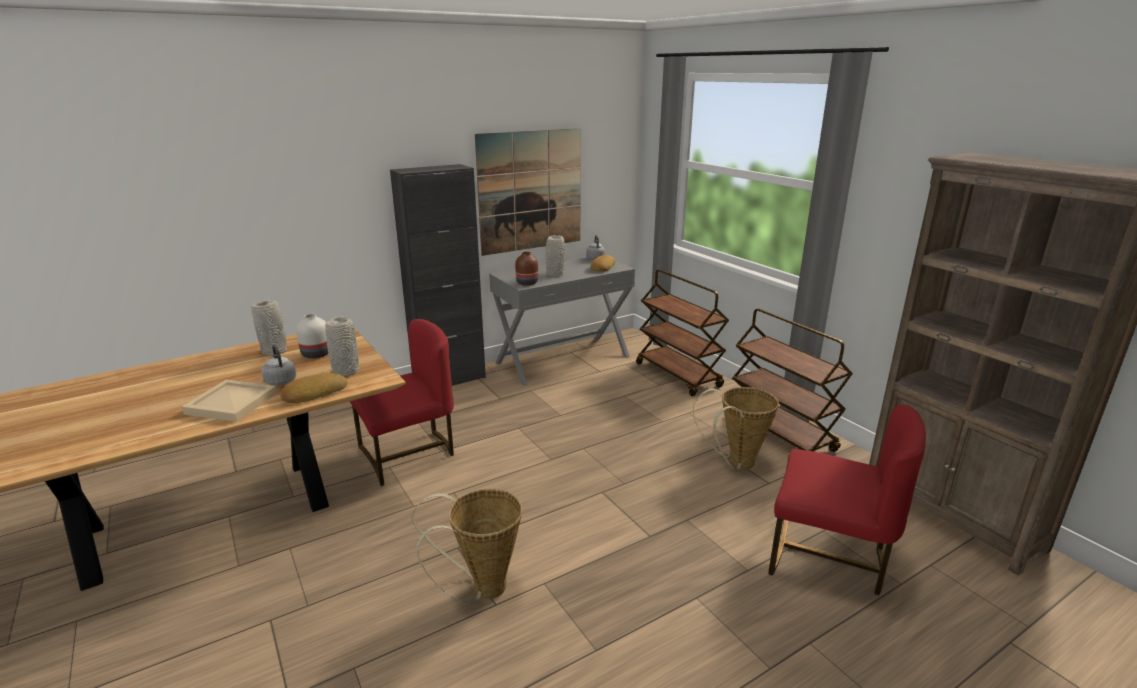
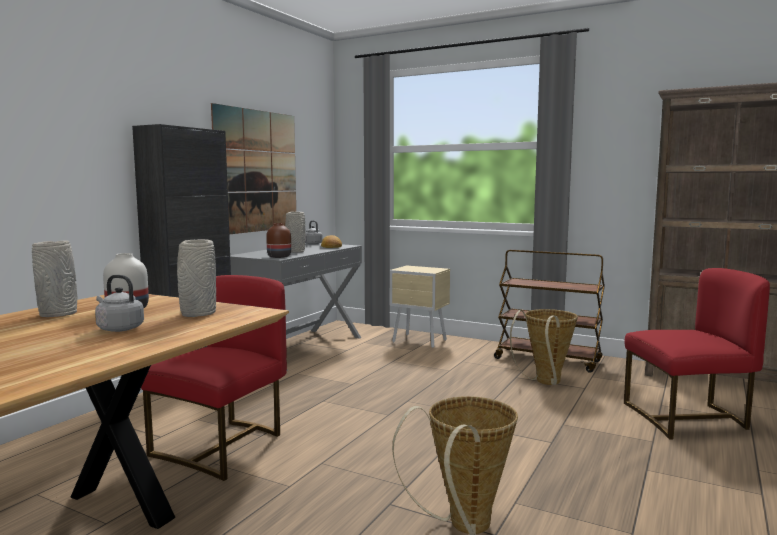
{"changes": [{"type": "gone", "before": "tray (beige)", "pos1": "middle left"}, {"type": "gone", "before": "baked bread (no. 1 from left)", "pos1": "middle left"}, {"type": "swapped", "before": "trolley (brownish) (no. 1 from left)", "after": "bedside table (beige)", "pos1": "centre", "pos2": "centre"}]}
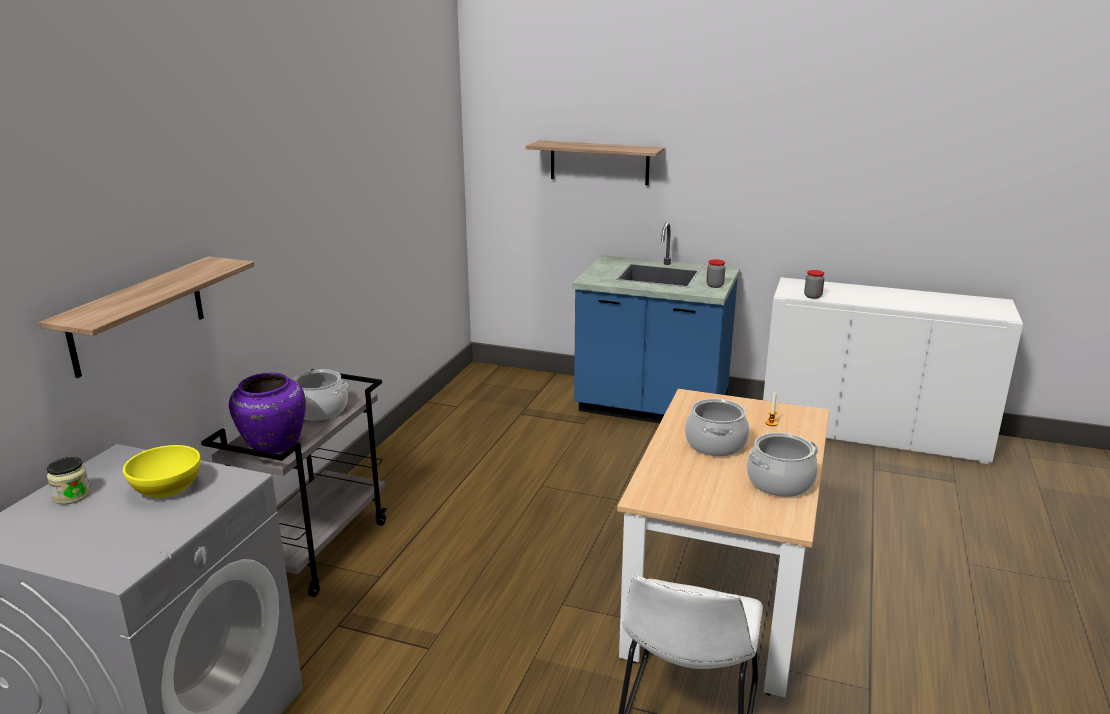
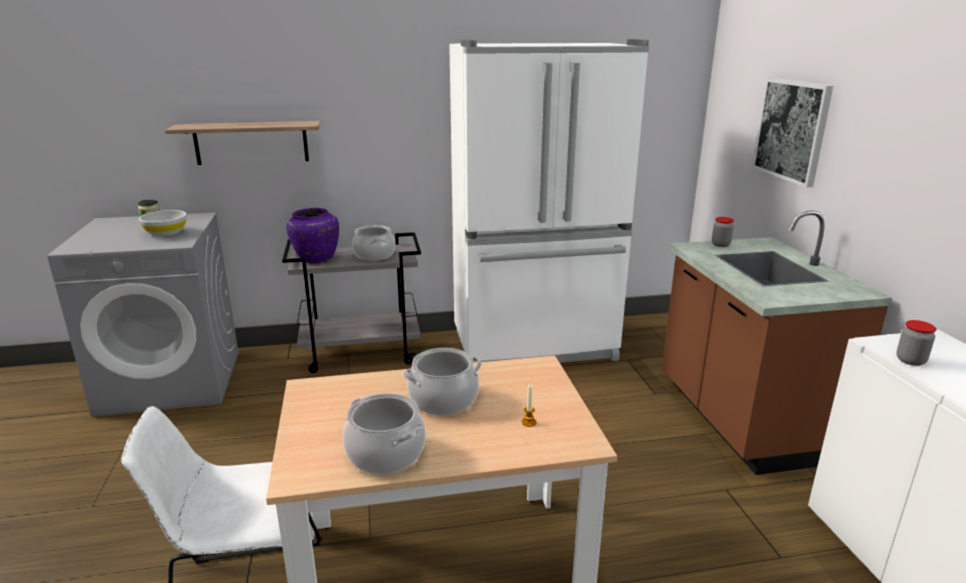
{"changes": [{"type": "new", "after": "kitchen fridge (white-coloured)", "pos2": "centre"}, {"type": "shifted", "before": "storage jar (no. 2 from left)", "pos1": "centre", "pos2": "middle right"}, {"type": "swapped", "before": "wall shelf (no. 2 from left)", "after": "picture", "pos1": "top centre", "pos2": "top right"}, {"type": "repainted", "before": "deep dish (yellow-coloured)", "after": "deep dish (white-coloured)", "pos1": "middle left", "pos2": "middle left"}, {"type": "repainted", "before": "kitchen counter (bluish)", "after": "kitchen counter (brownish)", "pos1": "centre", "pos2": "middle right"}]}
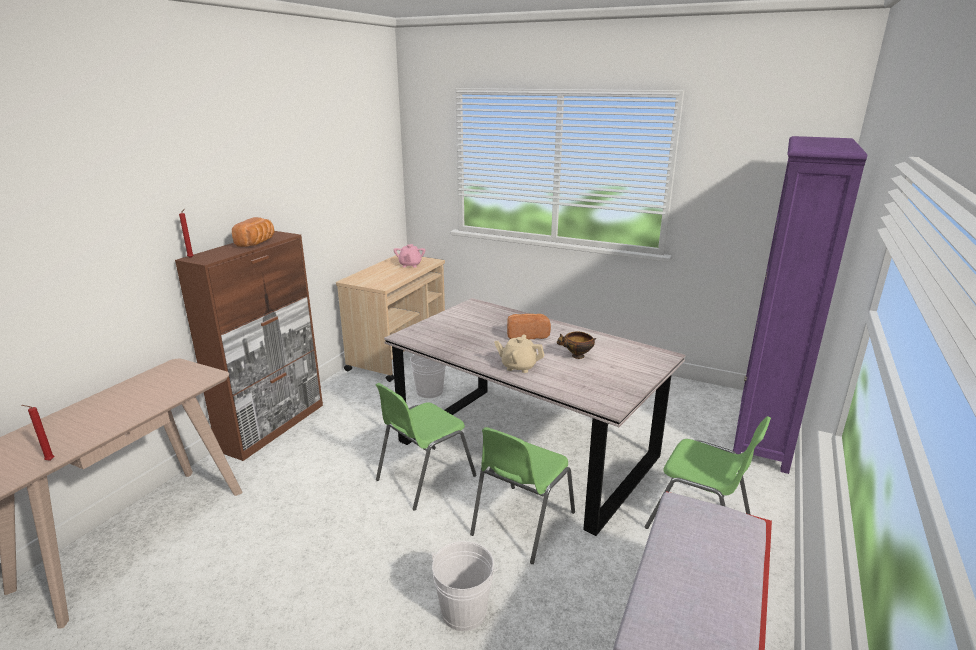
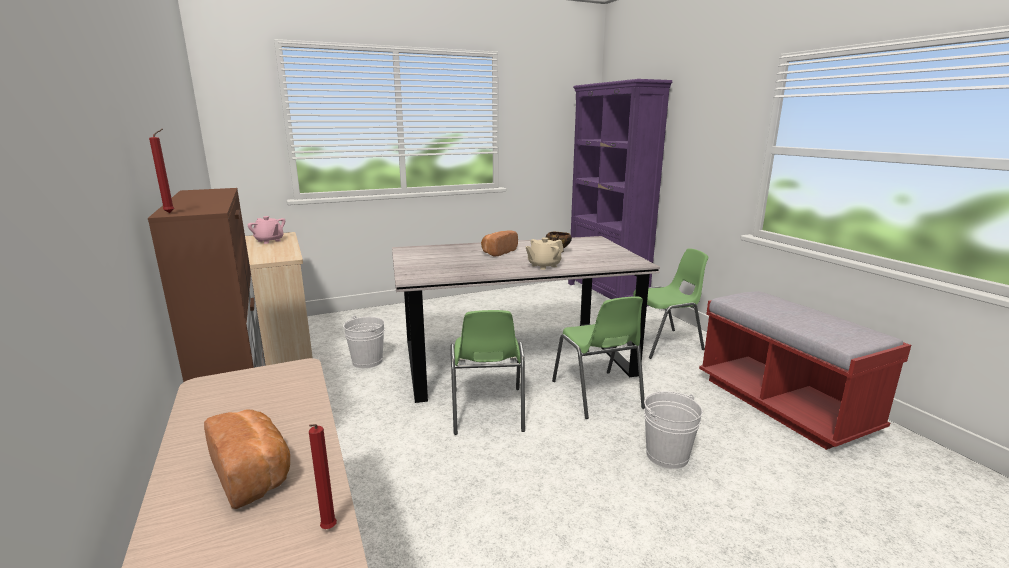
{"changes": [{"type": "shifted", "before": "baked bread (no. 1 from left)", "pos1": "middle left", "pos2": "bottom left"}]}
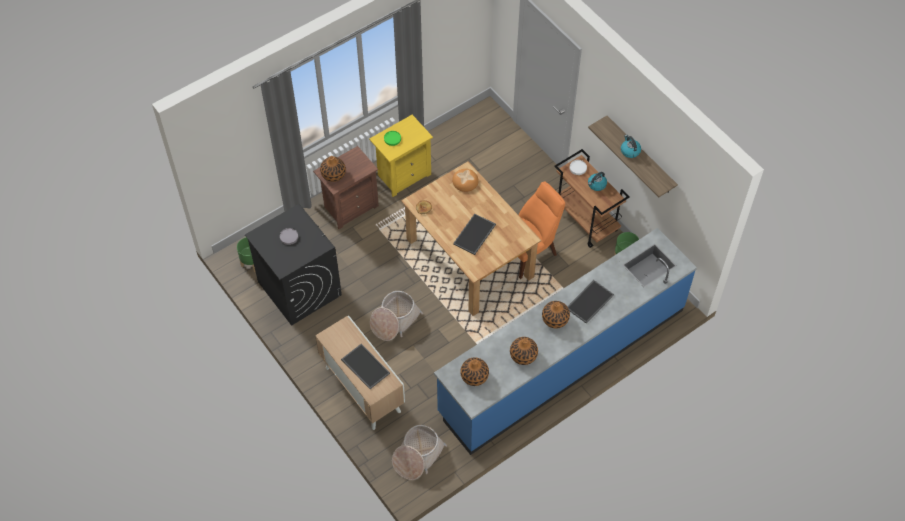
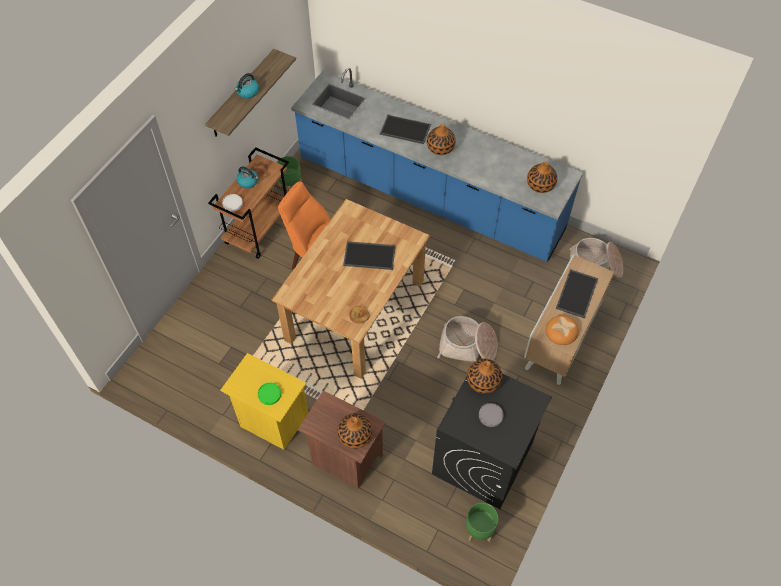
{"changes": [{"type": "shifted", "before": "baked bread (no. 2 from left)", "pos1": "centre", "pos2": "middle right"}, {"type": "shifted", "before": "vase (no. 3 from left)", "pos1": "bottom centre", "pos2": "centre"}]}
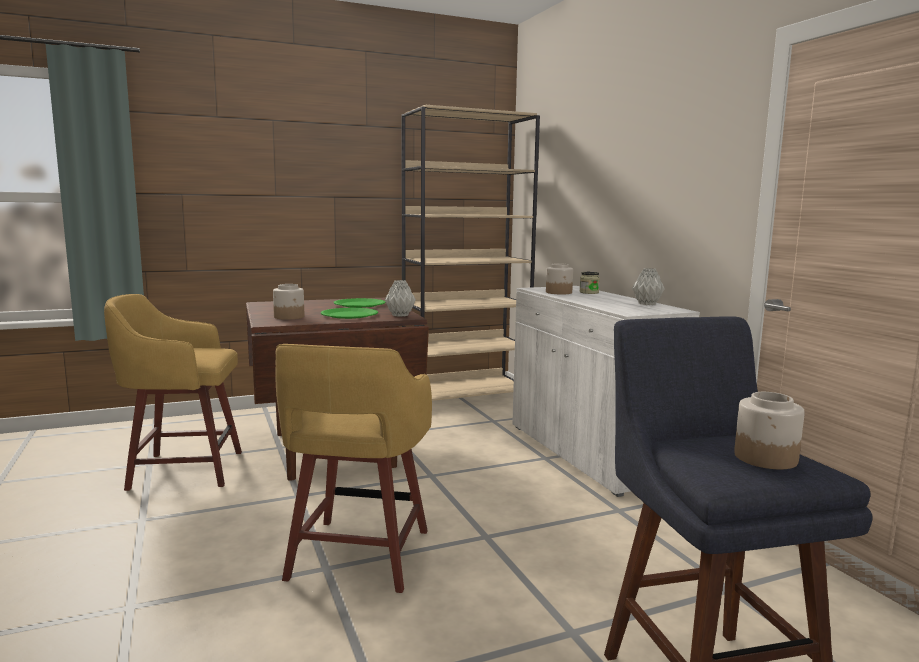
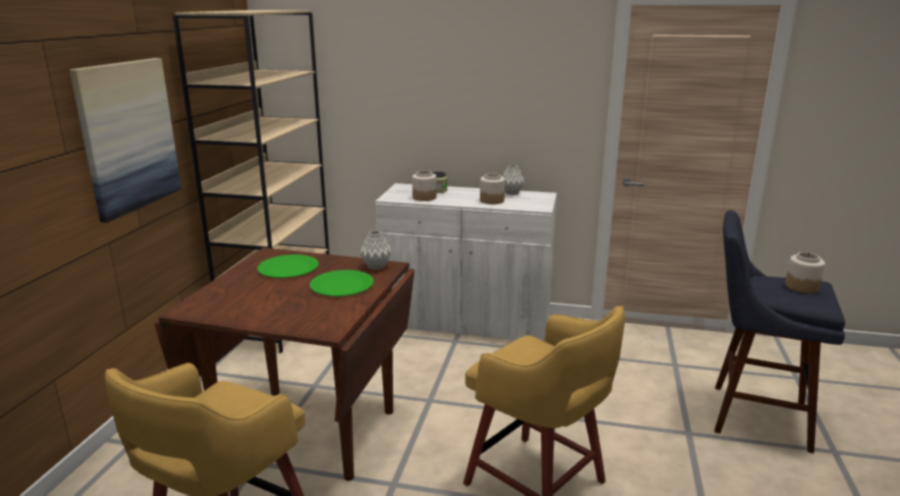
{"changes": [{"type": "new", "after": "picture", "pos2": "top left"}, {"type": "shifted", "before": "storage jar (no. 1 from left in the first image)", "after": "storage jar (no. 3 from left)", "pos1": "middle left", "pos2": "centre"}]}
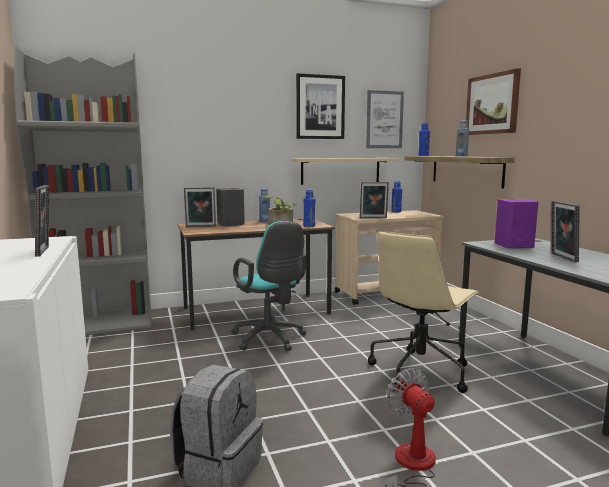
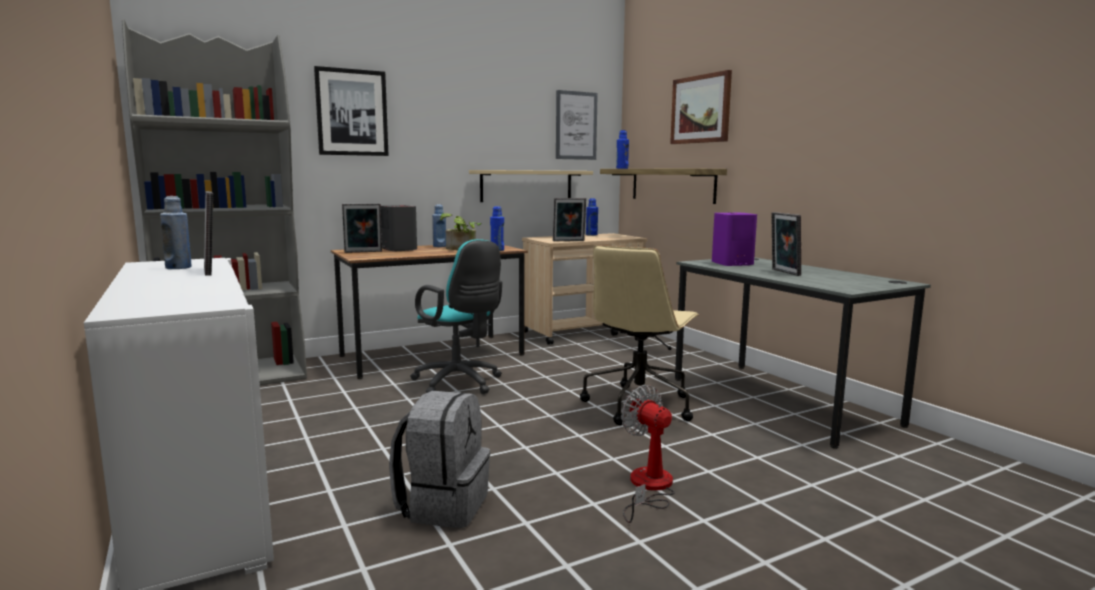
{"changes": [{"type": "shifted", "before": "picture (no. 1 from left)", "pos1": "top centre", "pos2": "top left"}, {"type": "shifted", "before": "beverage bottle (bluish) (no. 5 from left in the first image)", "after": "beverage bottle (bluish) (no. 1 from left)", "pos1": "top right", "pos2": "middle left"}]}
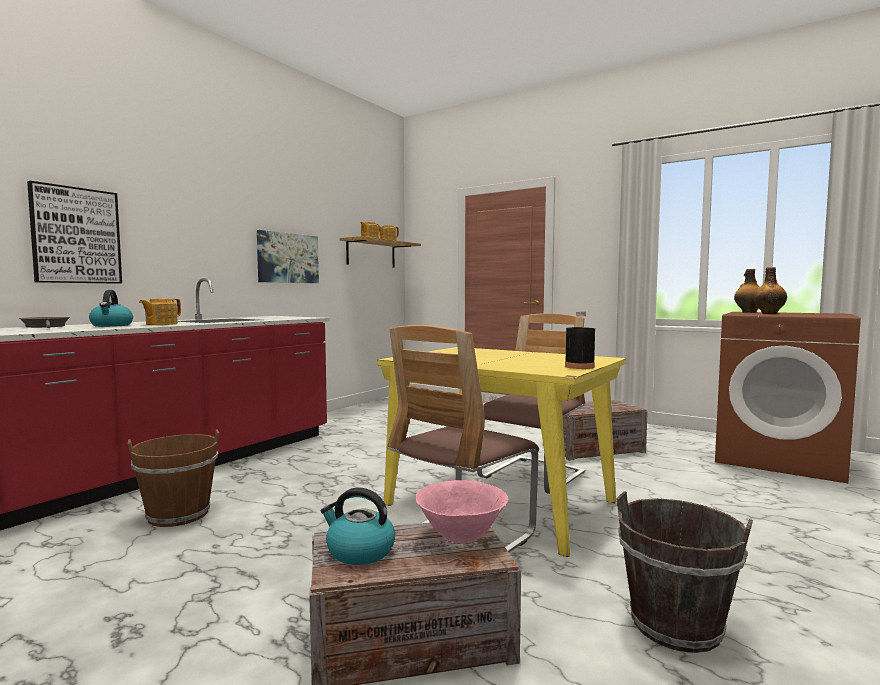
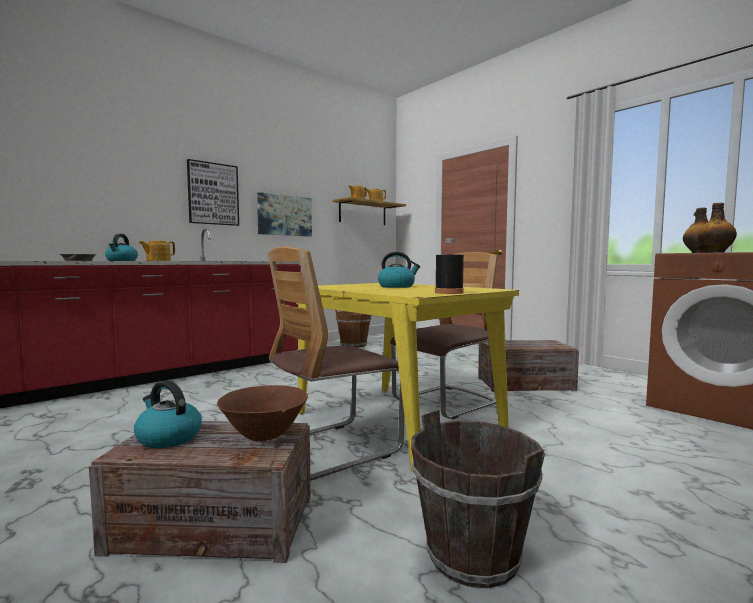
{"changes": [{"type": "new", "after": "tea kettle (no. 3 from left)", "pos2": "centre"}, {"type": "shifted", "before": "picture (no. 1 from left)", "pos1": "middle left", "pos2": "top left"}, {"type": "shifted", "before": "pail (brownish) (no. 1 from left)", "pos1": "bottom left", "pos2": "centre"}, {"type": "repainted", "before": "deep dish (pink-coloured)", "after": "deep dish (brownish)", "pos1": "bottom centre", "pos2": "bottom centre"}]}
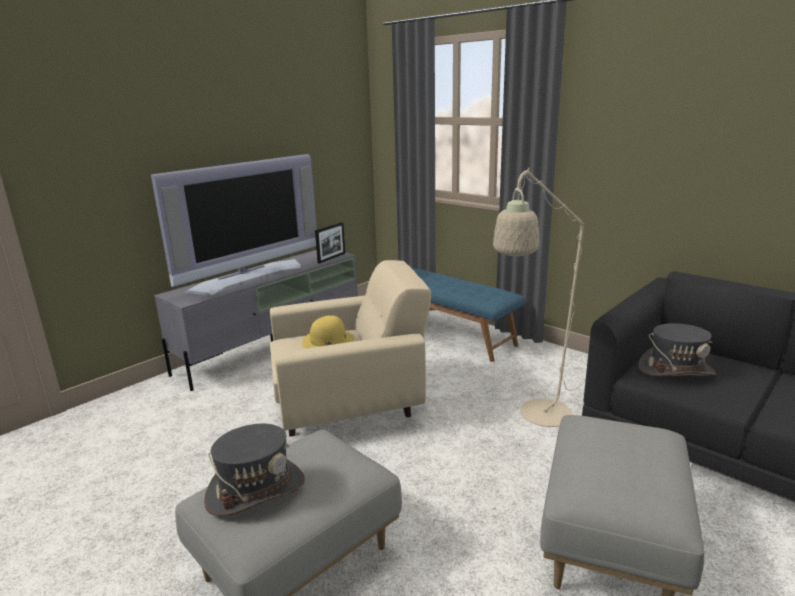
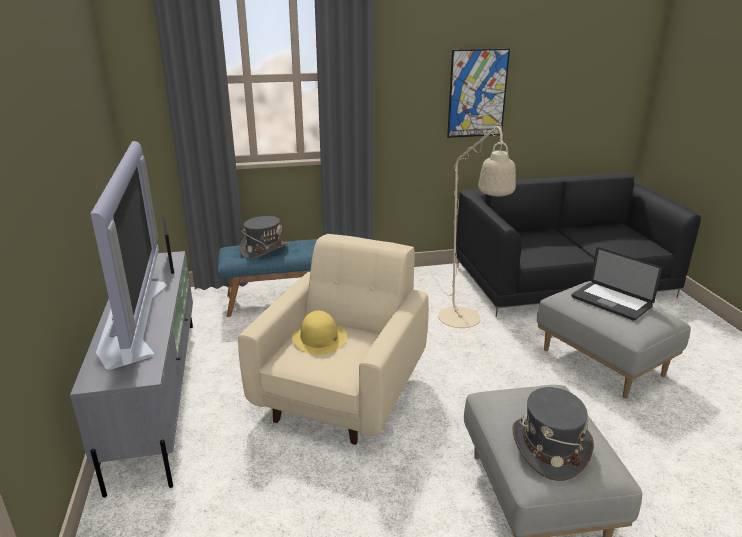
{"changes": [{"type": "new", "after": "picture", "pos2": "top centre"}, {"type": "new", "after": "portable computer", "pos2": "middle right"}, {"type": "shifted", "before": "hat (gray) (no. 2 from left in the first image)", "after": "hat (gray) (no. 1 from left)", "pos1": "middle right", "pos2": "centre"}]}
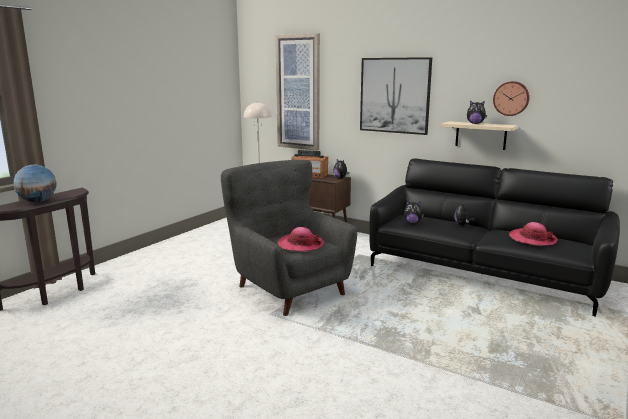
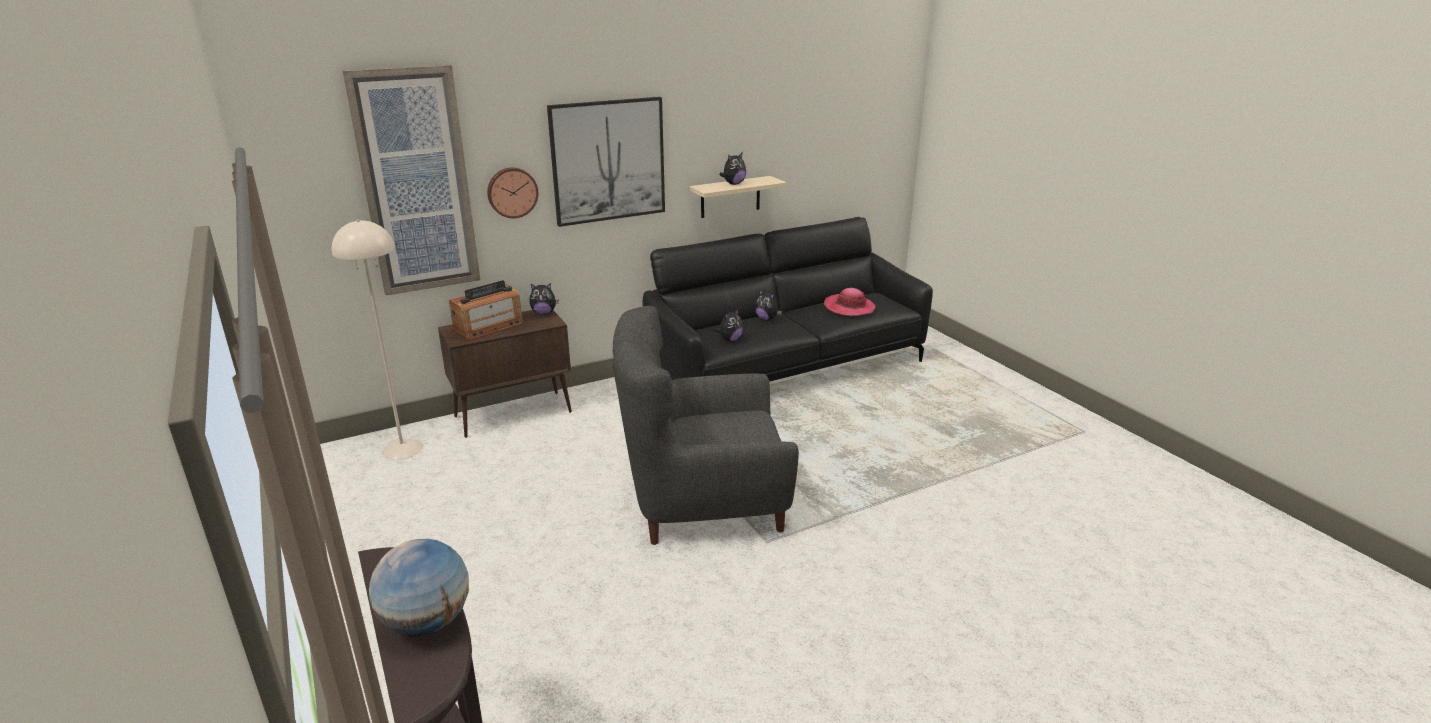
{"changes": [{"type": "gone", "before": "hat (no. 1 from left)", "pos1": "centre"}, {"type": "shifted", "before": "hanging clock", "pos1": "top right", "pos2": "top centre"}]}
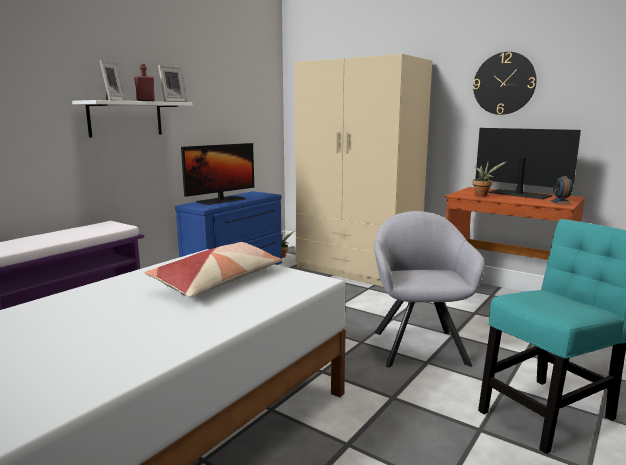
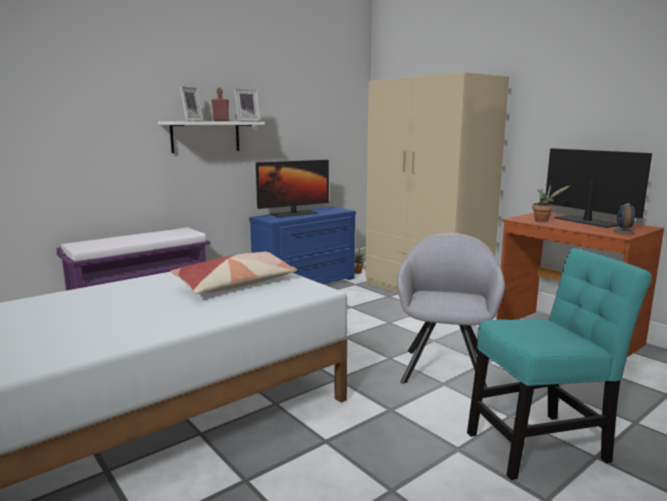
{"changes": [{"type": "gone", "before": "hanging clock", "pos1": "top right"}]}
